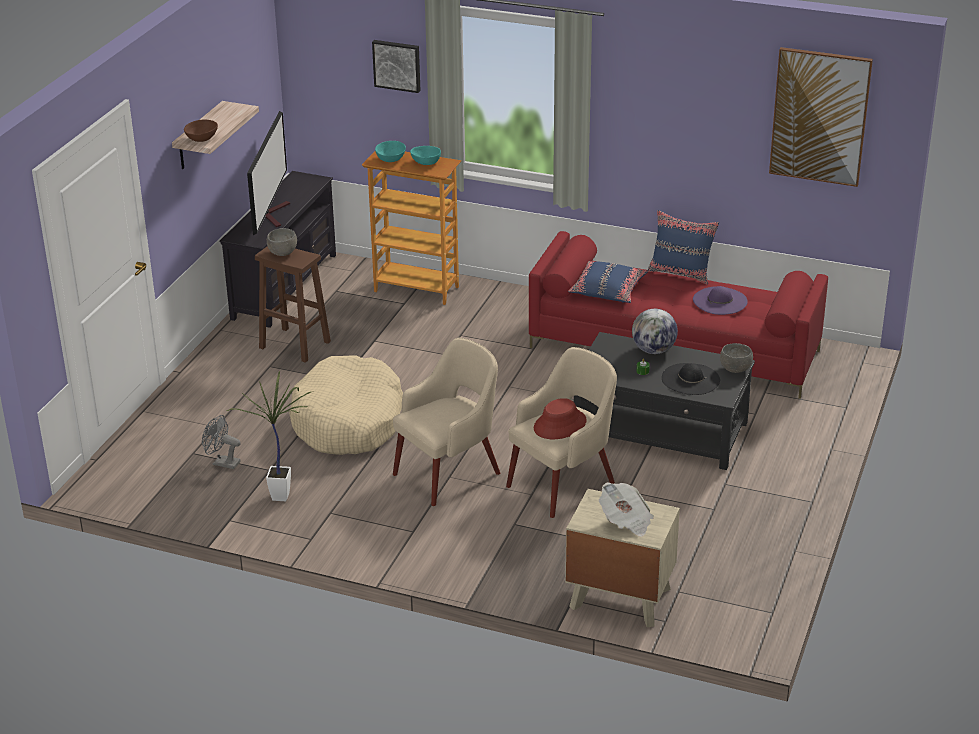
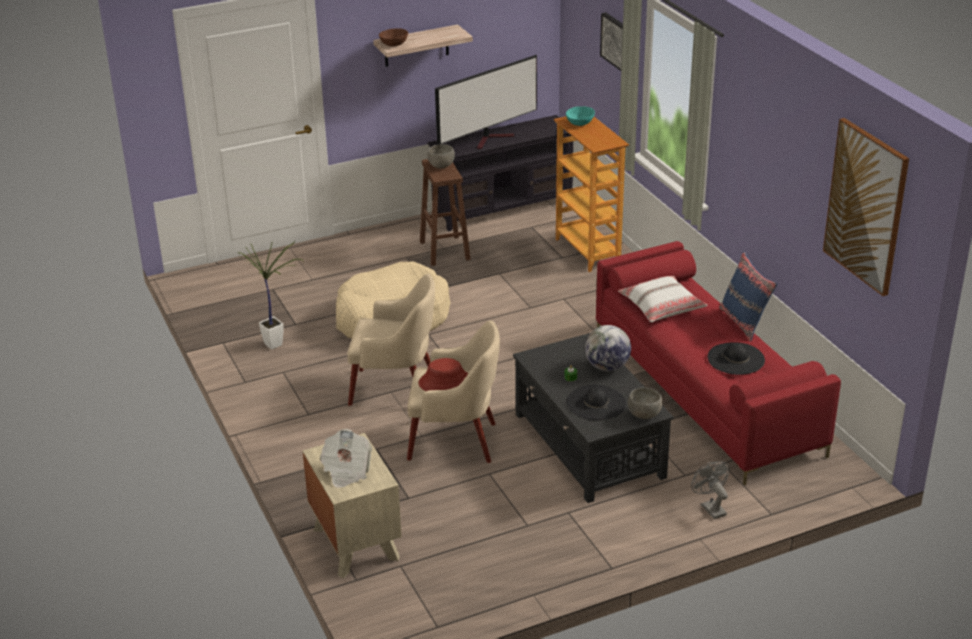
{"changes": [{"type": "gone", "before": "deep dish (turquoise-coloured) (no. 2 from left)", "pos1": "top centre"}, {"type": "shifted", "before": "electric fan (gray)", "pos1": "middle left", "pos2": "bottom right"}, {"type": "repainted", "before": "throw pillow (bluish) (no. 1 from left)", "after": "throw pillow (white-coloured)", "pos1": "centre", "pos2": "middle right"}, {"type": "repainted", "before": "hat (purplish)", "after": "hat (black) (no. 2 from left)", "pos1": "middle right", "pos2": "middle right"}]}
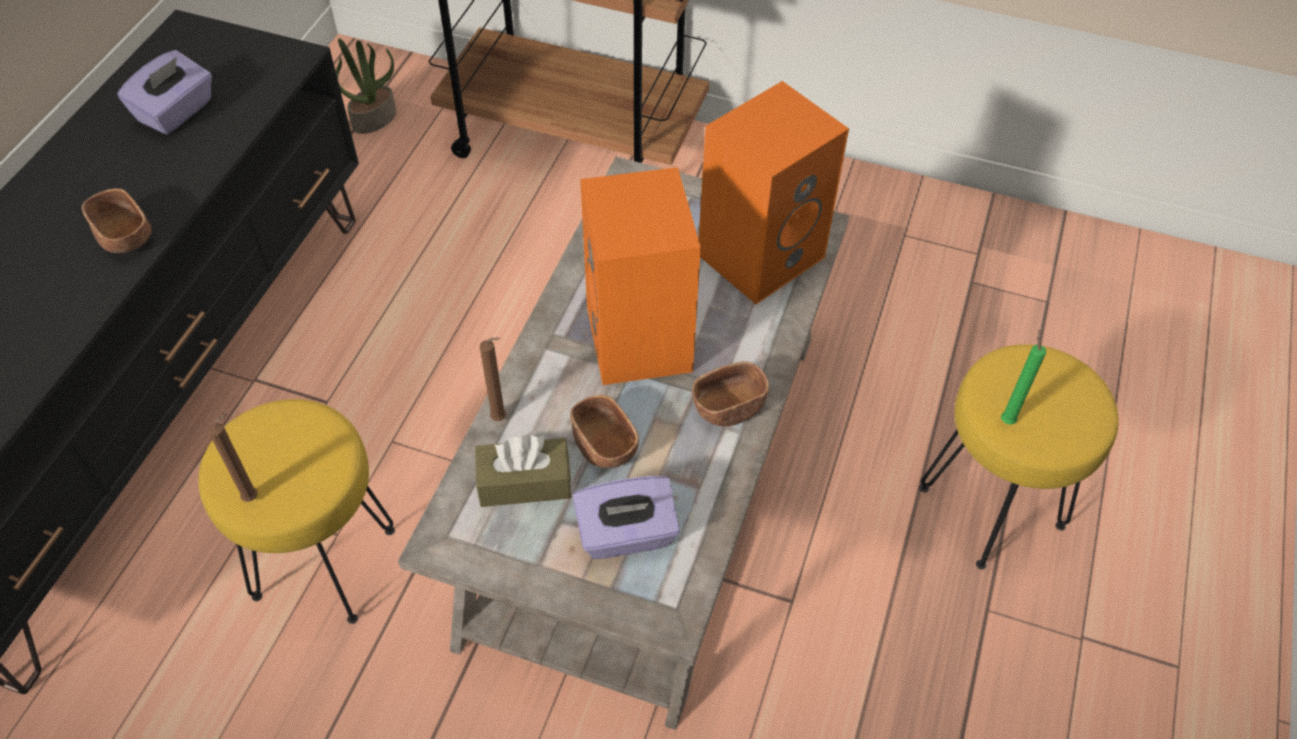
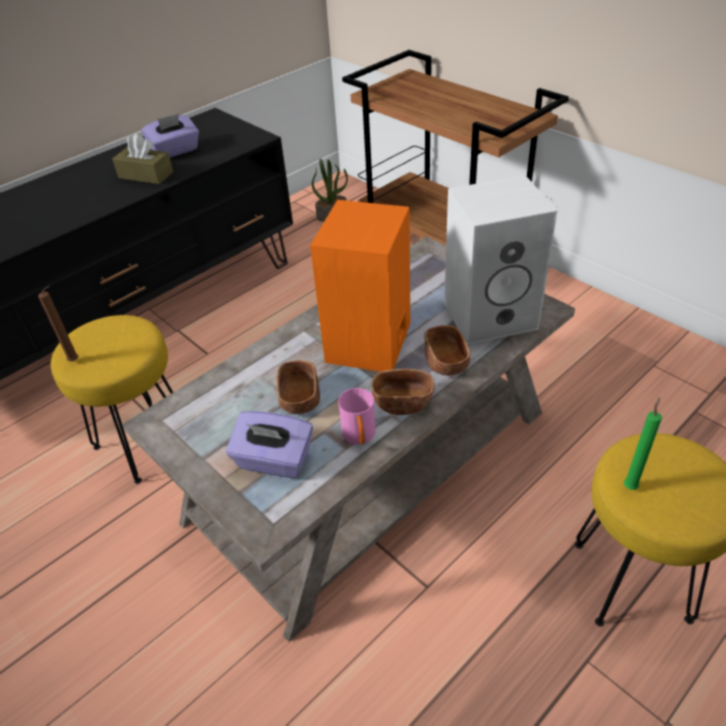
{"changes": [{"type": "gone", "before": "candle (brownish) (no. 2 from left)", "pos1": "centre"}, {"type": "new", "after": "mug (pink-coloured)", "pos2": "centre"}, {"type": "shifted", "before": "deep dish (brownish) (no. 1 from left in the first image)", "after": "deep dish (brownish) (no. 3 from left)", "pos1": "top left", "pos2": "centre"}, {"type": "shifted", "before": "box of tissues (brownish)", "pos1": "centre", "pos2": "top left"}, {"type": "repainted", "before": "speaker (orange-coloured) (no. 2 from left)", "after": "speaker (white-coloured)", "pos1": "top centre", "pos2": "middle right"}]}
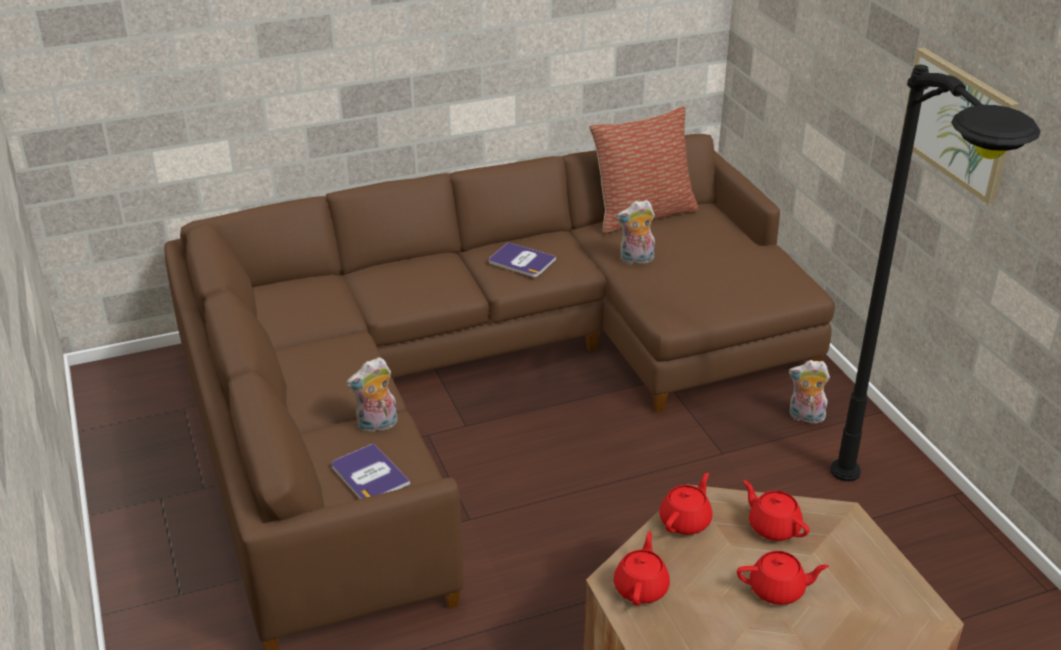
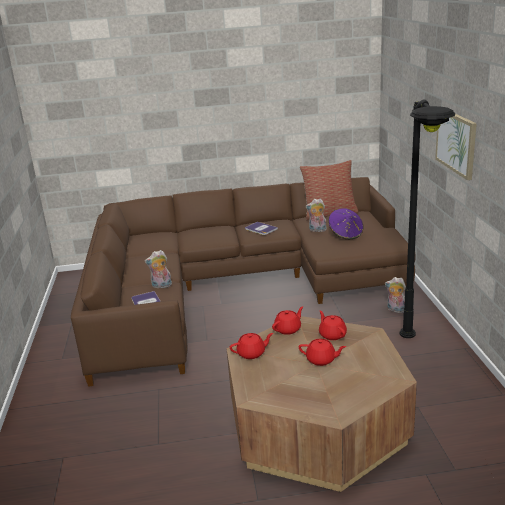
{"changes": [{"type": "new", "after": "hat (purplish)", "pos2": "middle right"}, {"type": "rotated", "before": "tea pot (red) (no. 1 from left)", "pos1": "bottom centre", "pos2": "bottom centre", "turn": 45}]}
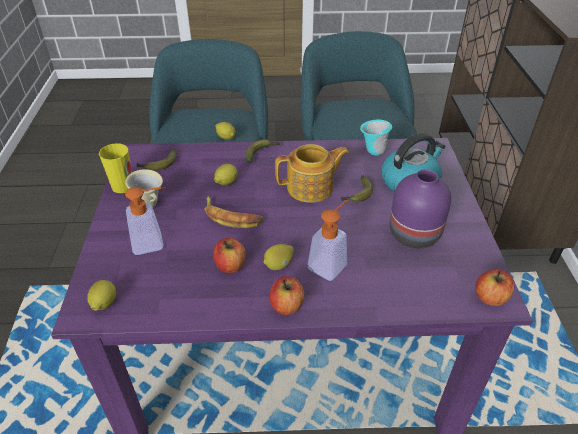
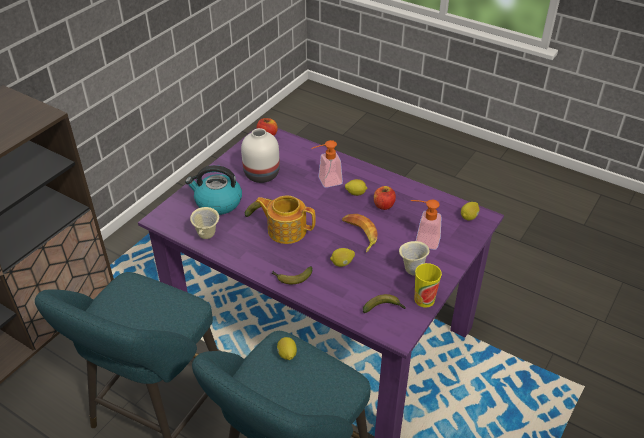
{"changes": [{"type": "gone", "before": "apple fruit (no. 2 from left)", "pos1": "bottom centre"}, {"type": "repainted", "before": "mug (turquoise-coloured)", "after": "mug (beige) (no. 1 from left)", "pos1": "top centre", "pos2": "middle left"}, {"type": "repainted", "before": "vase (purplish)", "after": "vase (white-coloured)", "pos1": "middle right", "pos2": "centre"}]}
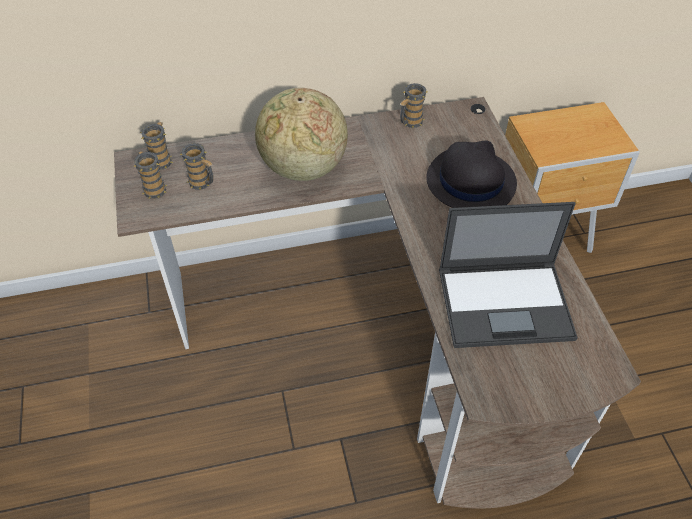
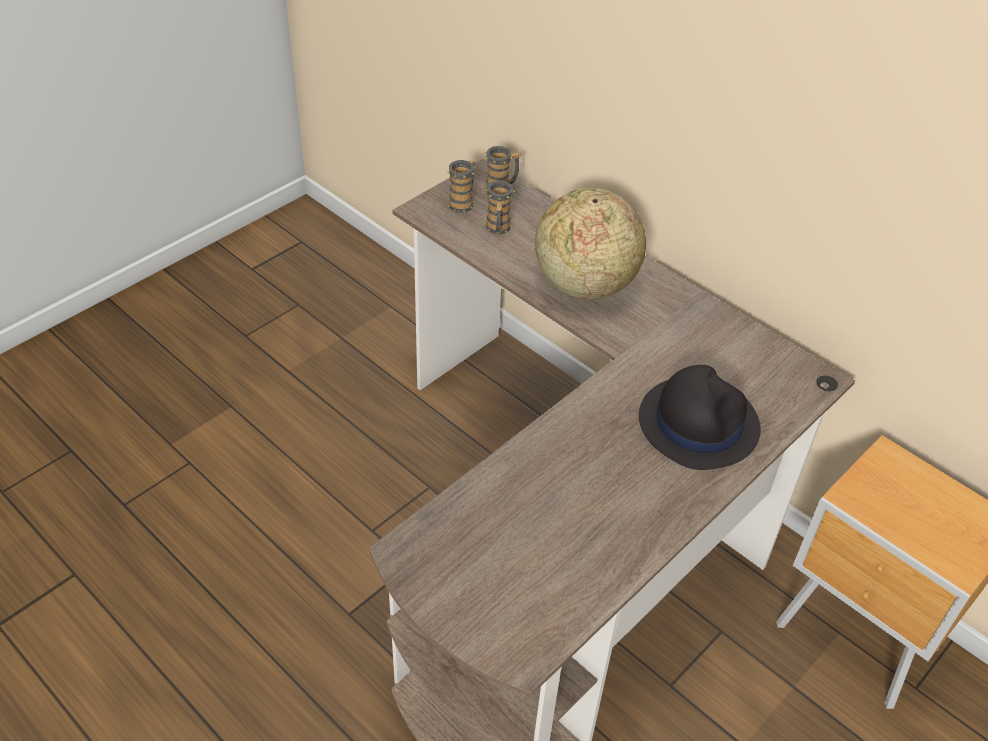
{"changes": [{"type": "gone", "before": "mug (no. 4 from left)", "pos1": "top centre"}, {"type": "gone", "before": "portable computer", "pos1": "middle right"}]}
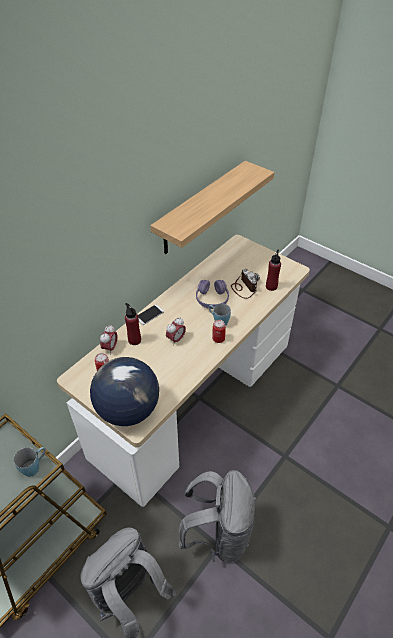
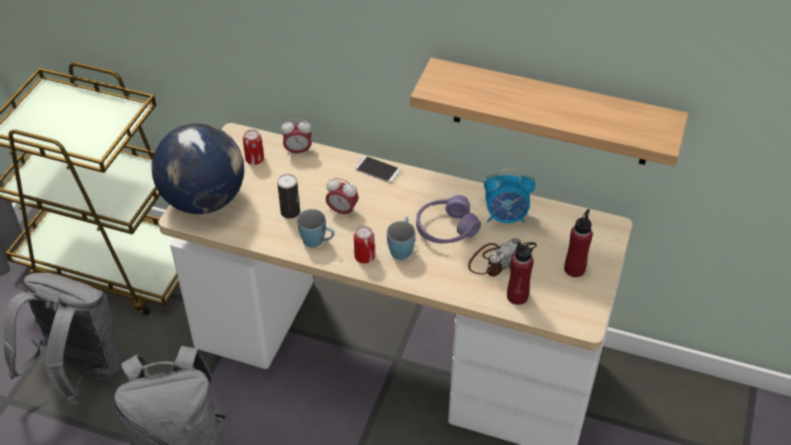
{"changes": [{"type": "new", "after": "can (no. 2 from left)", "pos2": "centre"}, {"type": "new", "after": "bedside clock (no. 3 from left)", "pos2": "centre"}, {"type": "shifted", "before": "mug (bluish) (no. 1 from left)", "pos1": "bottom left", "pos2": "centre"}, {"type": "shifted", "before": "beverage bottle (red) (no. 1 from left in the first image)", "after": "beverage bottle (red) (no. 2 from left)", "pos1": "centre", "pos2": "middle right"}]}
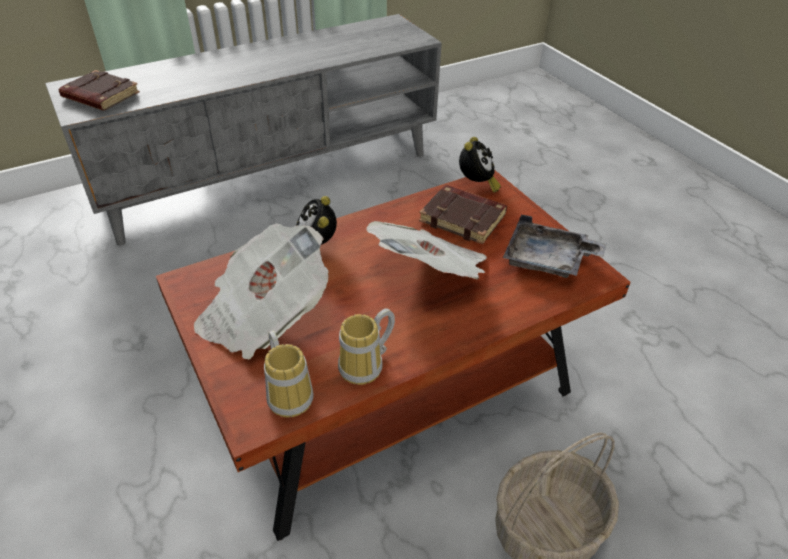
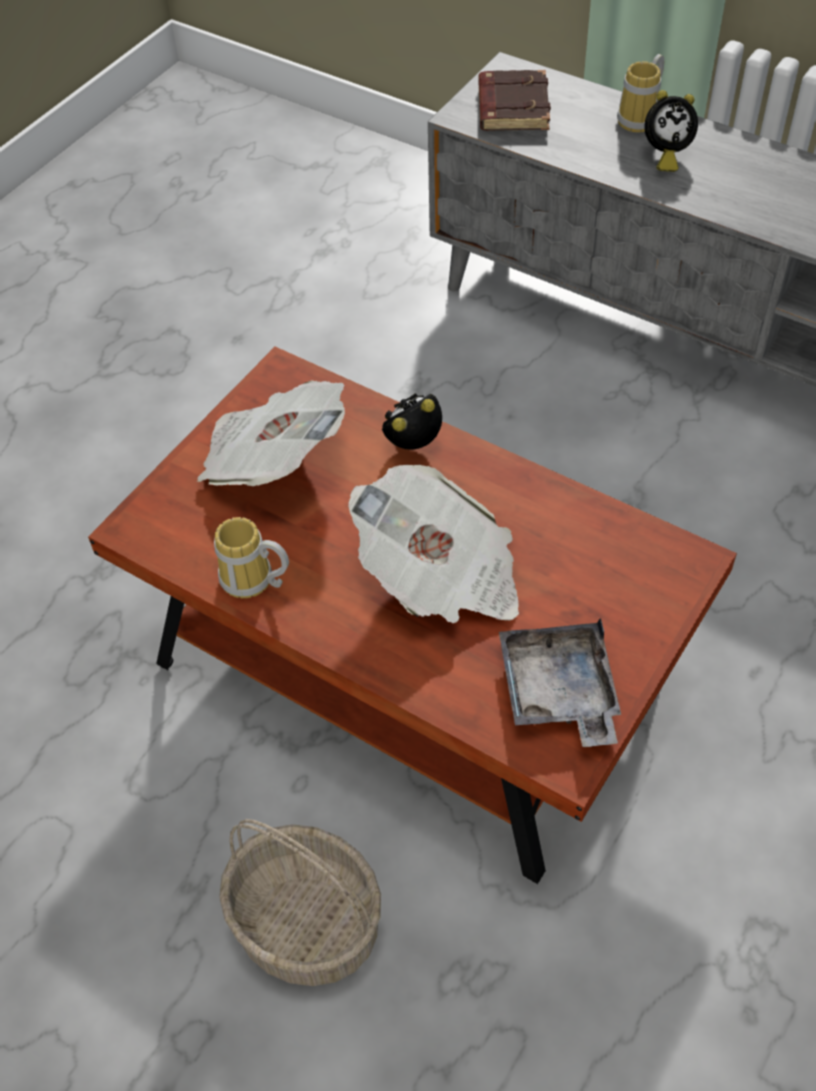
{"changes": [{"type": "gone", "before": "book (brownish) (no. 2 from left)", "pos1": "centre"}, {"type": "shifted", "before": "mug (no. 1 from left in the first image)", "after": "mug (no. 2 from left)", "pos1": "bottom centre", "pos2": "top right"}, {"type": "shifted", "before": "bedside clock (no. 2 from left)", "pos1": "top centre", "pos2": "top right"}]}
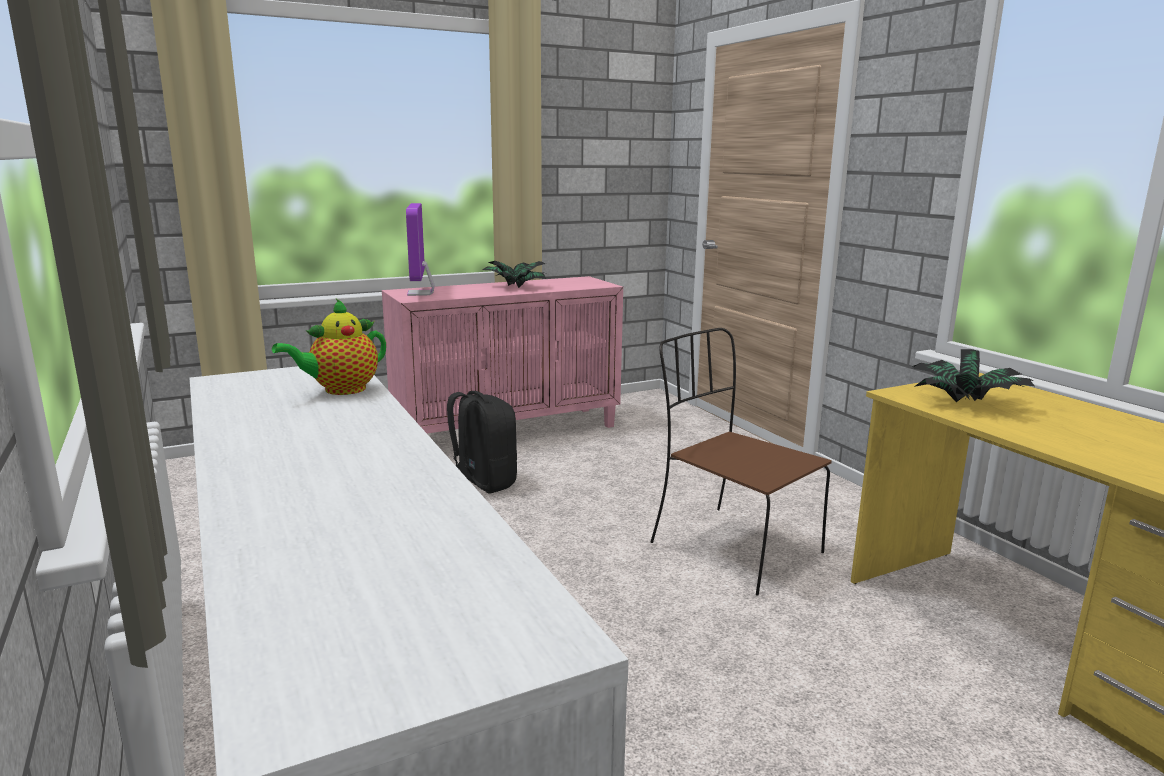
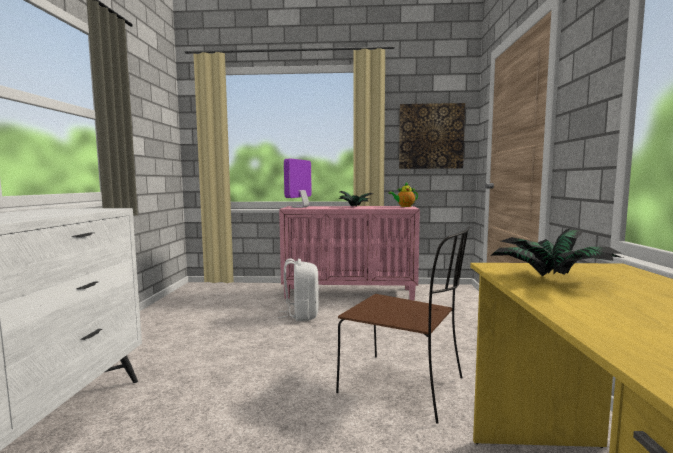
{"changes": [{"type": "new", "after": "picture", "pos2": "top centre"}, {"type": "shifted", "before": "tea pot", "pos1": "middle left", "pos2": "centre"}, {"type": "repainted", "before": "knapsack (black)", "after": "knapsack (white-coloured)", "pos1": "centre", "pos2": "centre"}, {"type": "rotated", "before": "plain chair (brownish)", "pos1": "centre", "pos2": "bottom centre", "turn": 135}]}
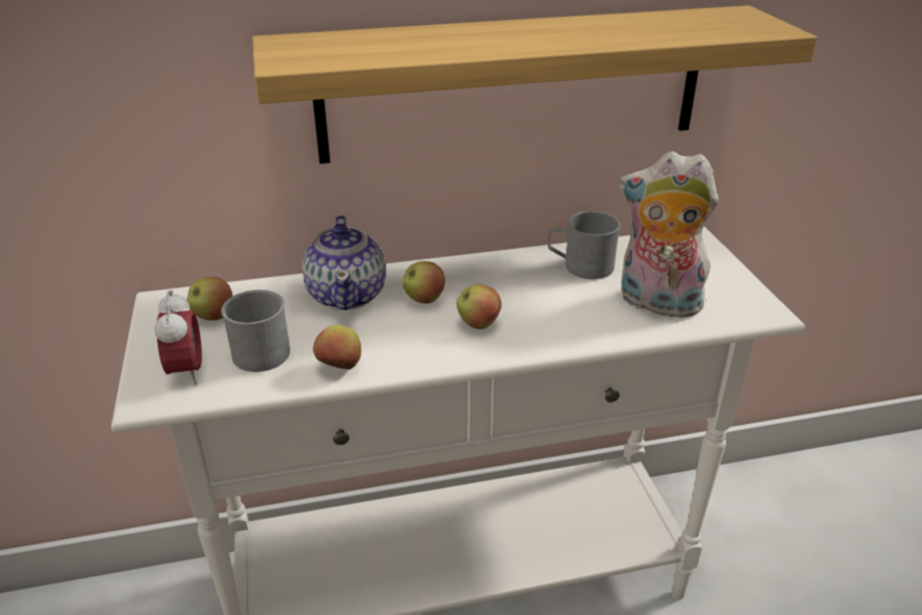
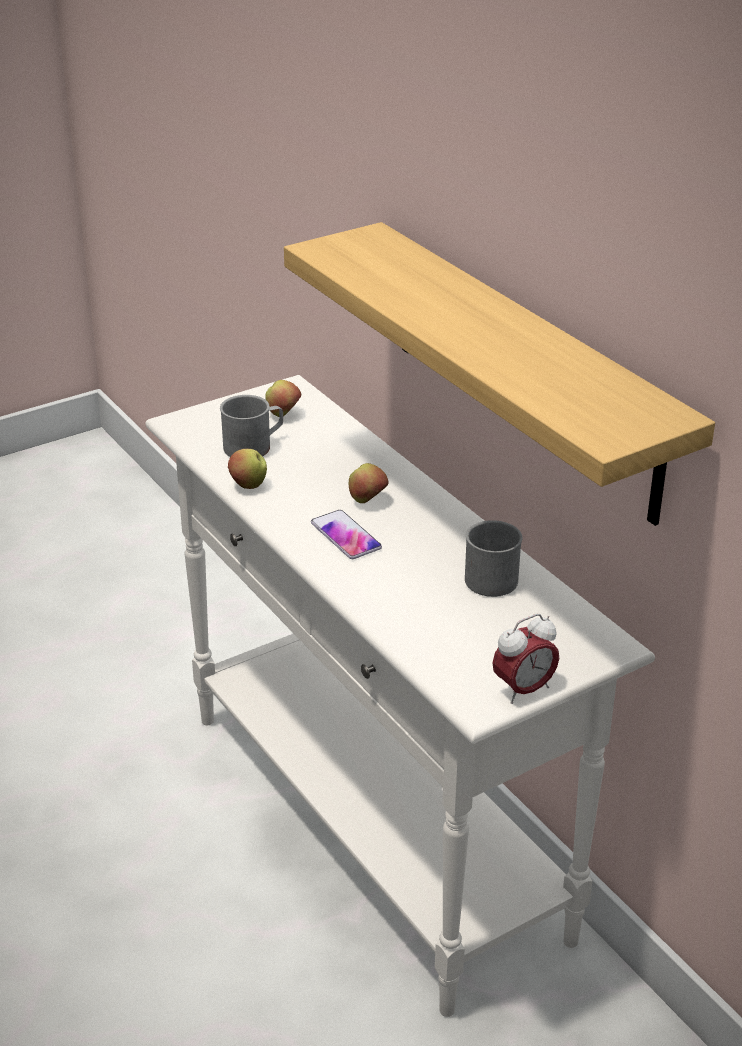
{"changes": [{"type": "gone", "before": "tea pot", "pos1": "centre"}, {"type": "gone", "before": "cuddly toy", "pos1": "middle right"}, {"type": "shifted", "before": "bedside clock", "pos1": "middle left", "pos2": "middle right"}, {"type": "swapped", "before": "apple fruit (no. 4 from left)", "after": "handset", "pos1": "centre", "pos2": "centre"}]}
